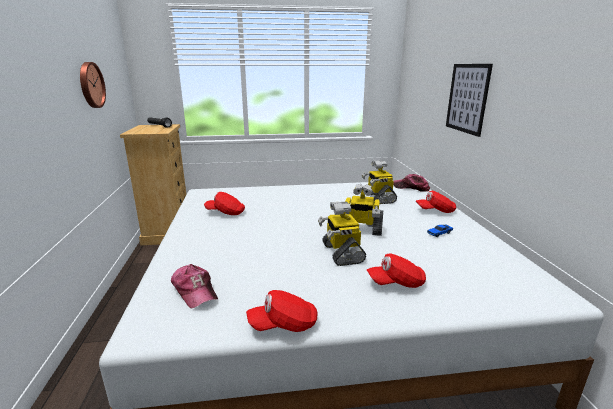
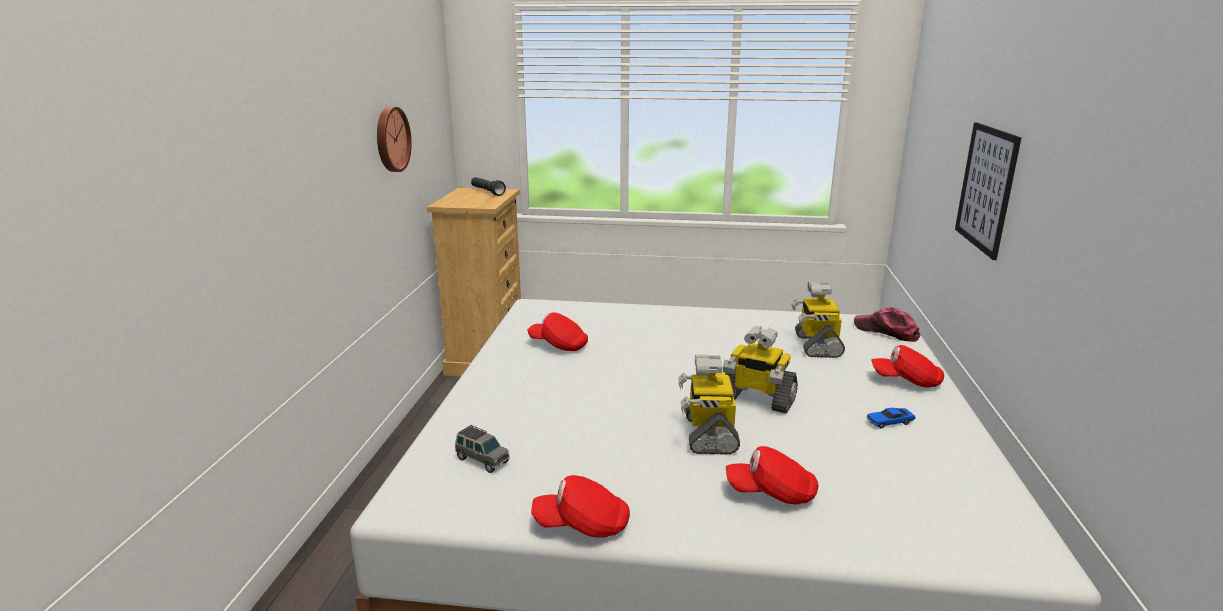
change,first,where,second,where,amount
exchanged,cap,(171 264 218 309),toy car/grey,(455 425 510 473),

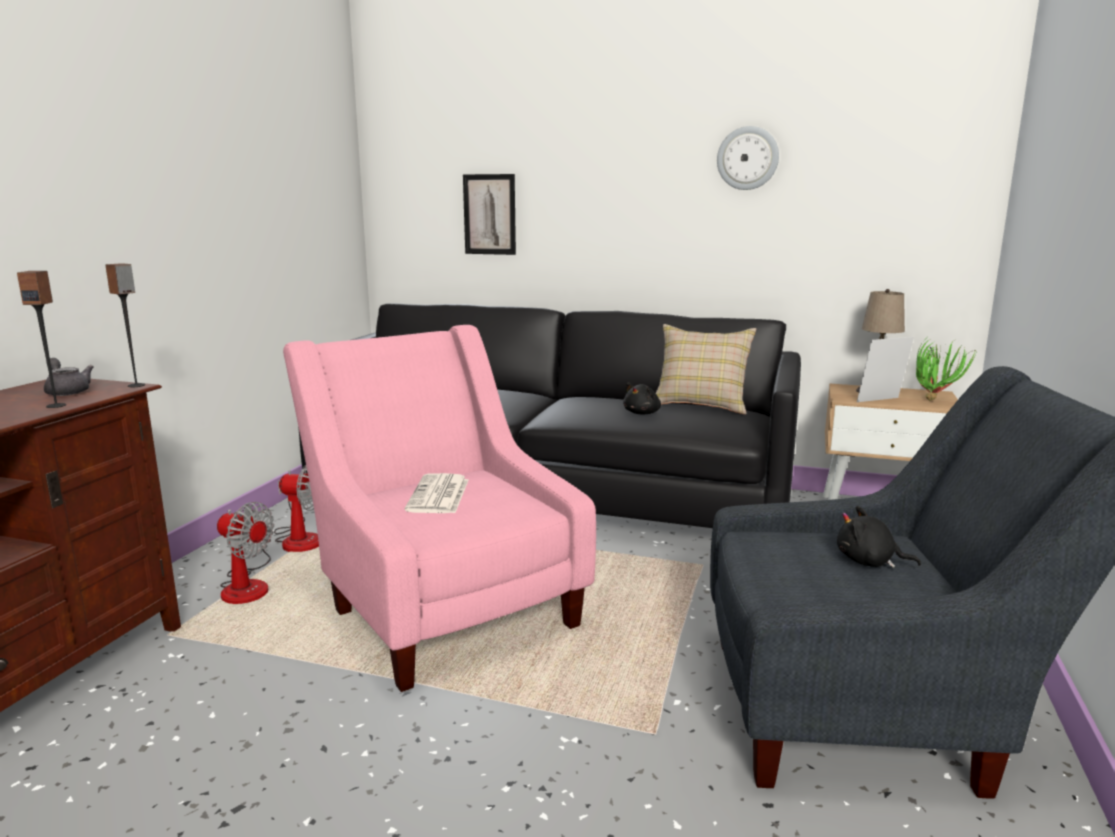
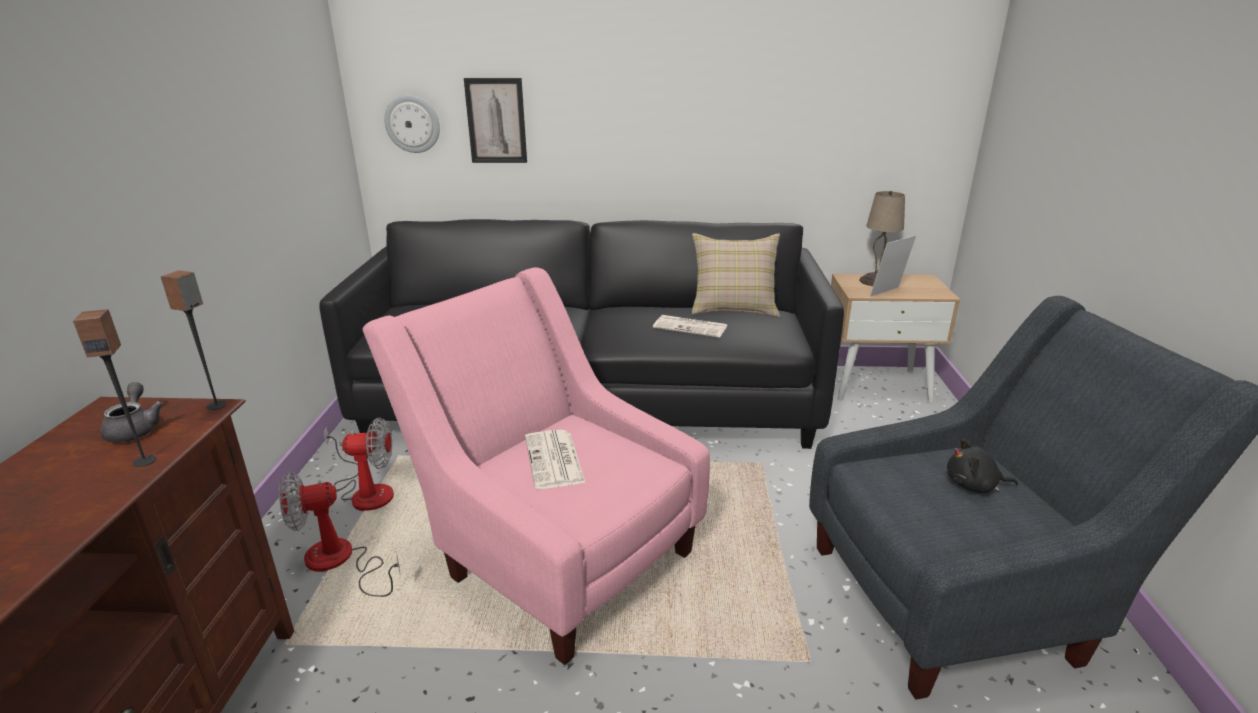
change,first,where,second,where,amount
spun,teapot/grey,(44 358 93 396),,(100 382 163 443),45 degrees clockwise
spun,fan,(217 502 274 604),,(279 472 400 597),150 degrees clockwise
relocated,wall clock,(717 126 779 190),,(384 95 440 153),
exchanged,plush toy/black,(623 382 661 415),newspaper,(653 315 727 338),
missing,potted plant,(916 339 976 401),,,

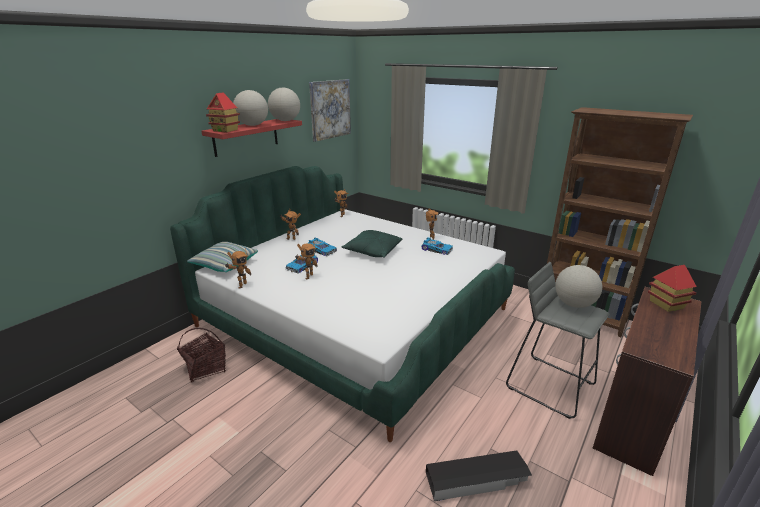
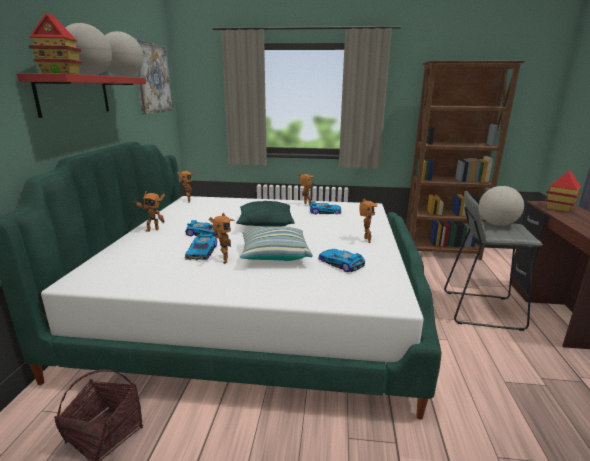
change,first,where,second,where,amount
relocated,pillow,(187 242 258 272),,(240 226 313 261),
appeared,,,toy car,(318 249 365 273),
relocated,toy robot,(225 248 251 289),,(359 199 377 243),
missing,storage box/black,(426 450 532 501),,,

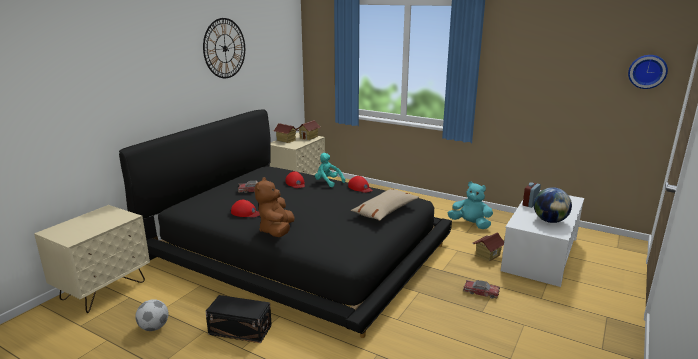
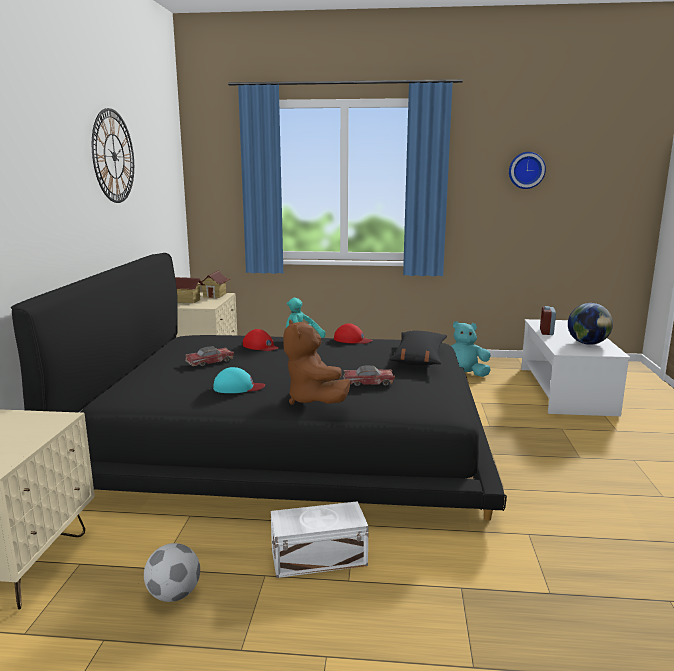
change,first,where,second,where,amount
colour,cap/red,(231 200 260 217),cap/turquoise,(213 367 265 393),
colour,storage box/black,(205 295 272 343),storage box/white,(271 501 369 578),
relocated,toy car,(463 280 500 299),,(343 366 395 386),
colour,pillow/beige,(351 189 419 221),pillow/black,(389 330 447 365),
relocated,wall clock,(628 55 668 89),,(509 152 546 189),
missing,toy house,(472 232 504 261),,,

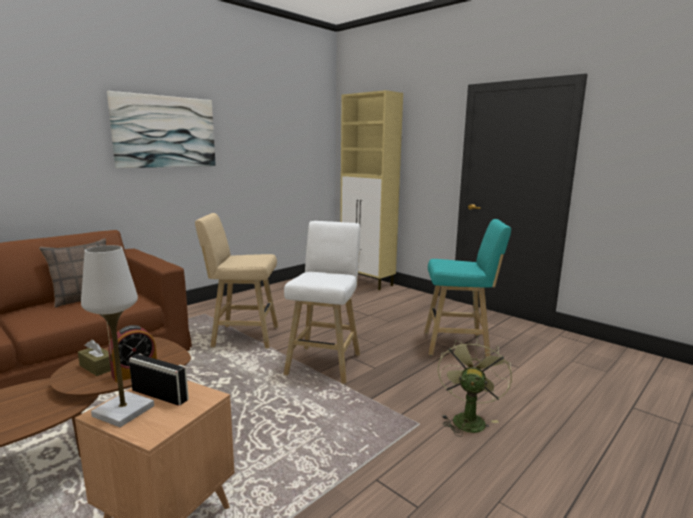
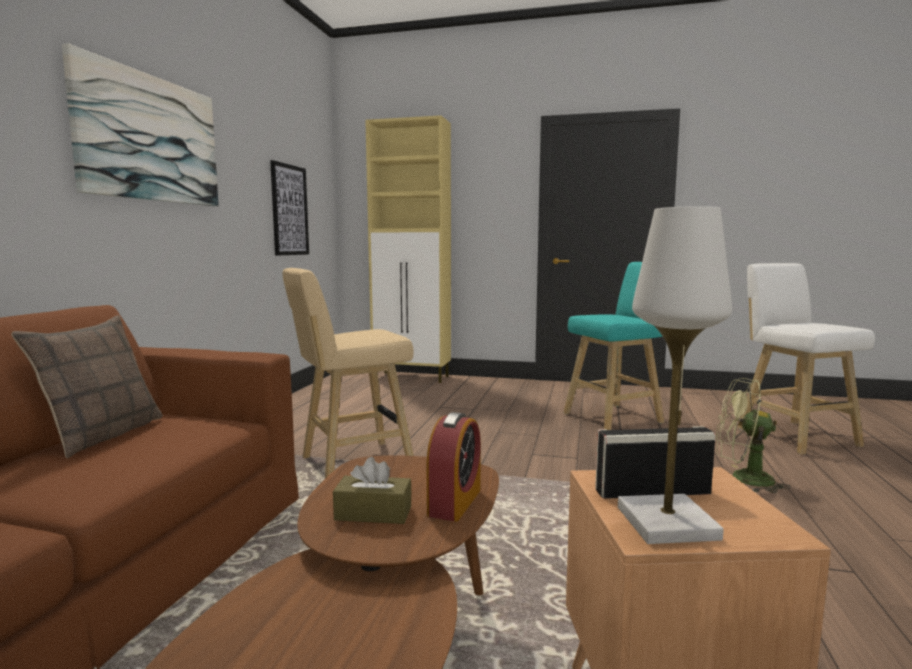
change,first,where,second,where,amount
appeared,,,picture,(270 160 309 256),
spun,fan/green,(438 338 512 437),,(716 378 791 493),60 degrees counterclockwise
relocated,stool/white,(283 221 360 384),,(737 263 875 455),

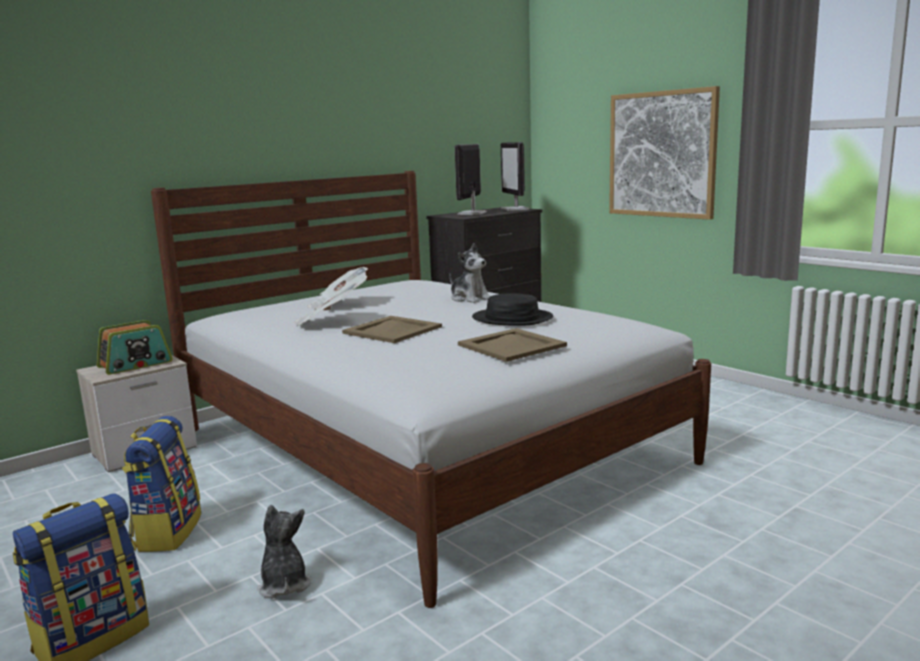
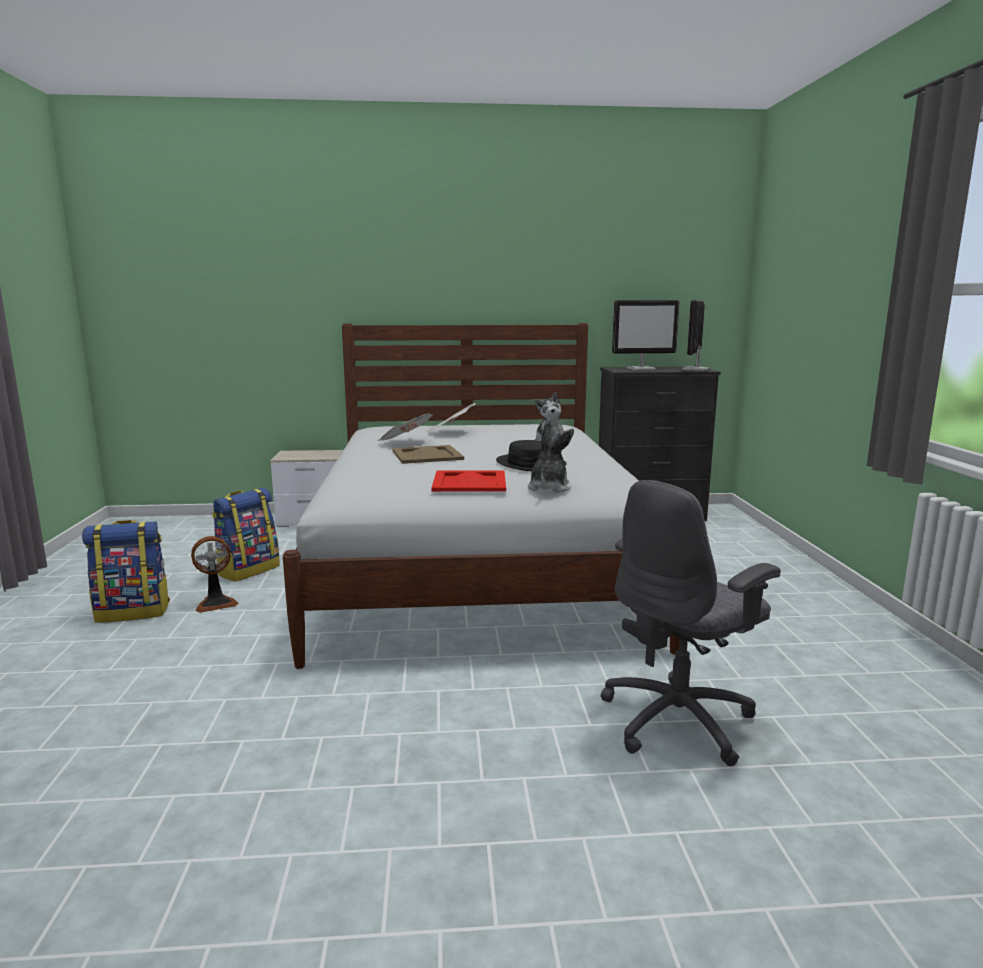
change,first,where,second,where,amount
appeared,,,fan,(191 536 238 613),
colour,tray/beige,(458 328 567 362),tray/red,(431 470 506 492),
relocated,plush toy,(257 505 311 599),,(528 419 574 493),
appeared,,,office chair/grey,(601 480 781 766),
spun,monitor,(455 144 487 215),,(612 300 680 370),150 degrees counterclockwise
missing,radio,(97 320 173 375),,,
missing,picture,(609 86 720 220),,,

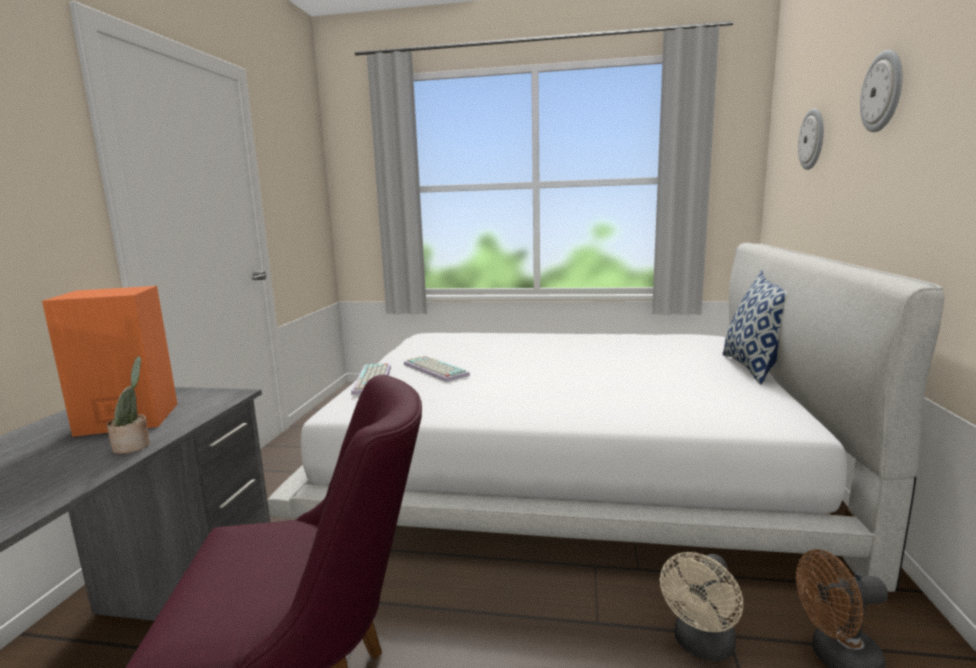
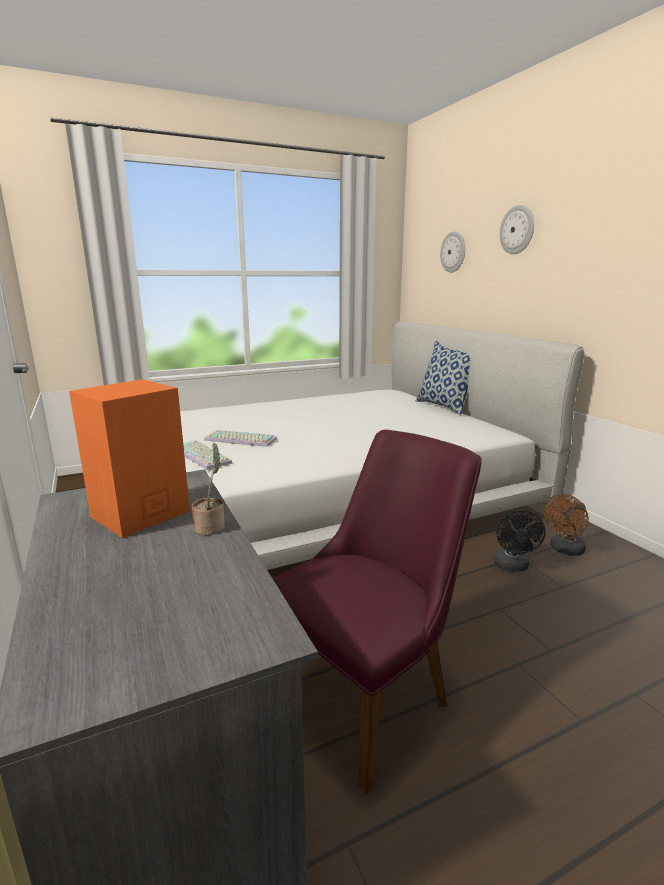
change,first,where,second,where,amount
colour,fan/beige,(660 552 743 661),fan/black,(493 510 546 572),

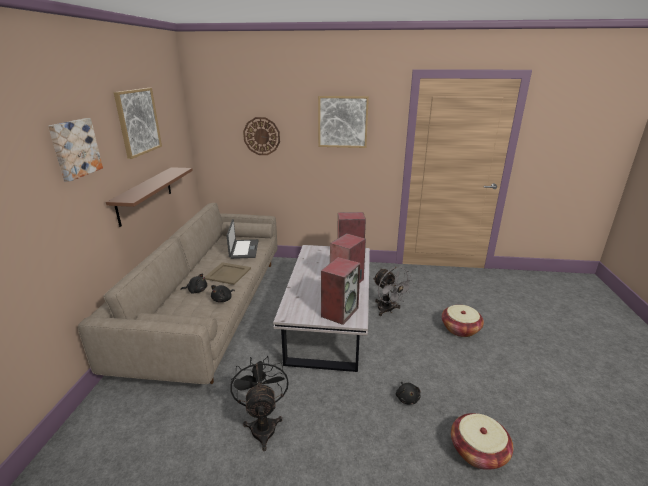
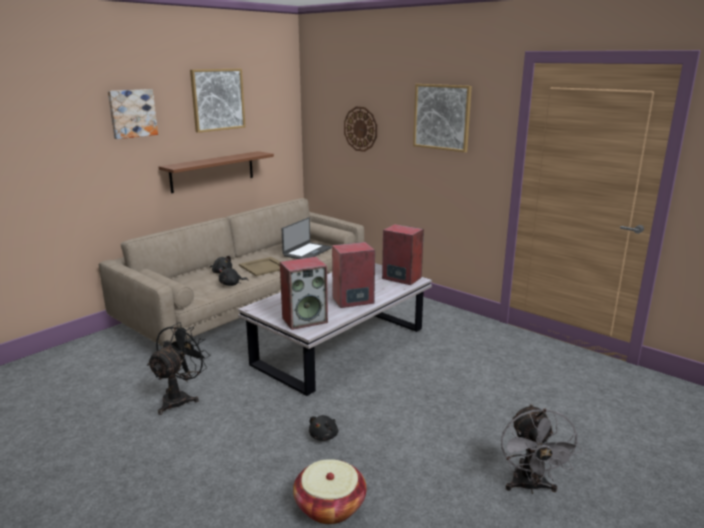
change,first,where,second,where,amount
relocated,fan/grey,(373 267 414 316),,(501 404 582 494),
missing,basket,(442 305 484 337),,,

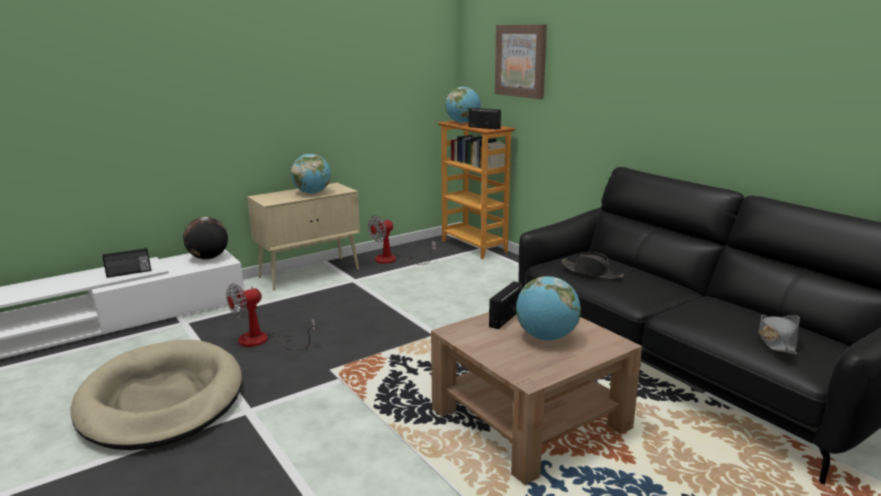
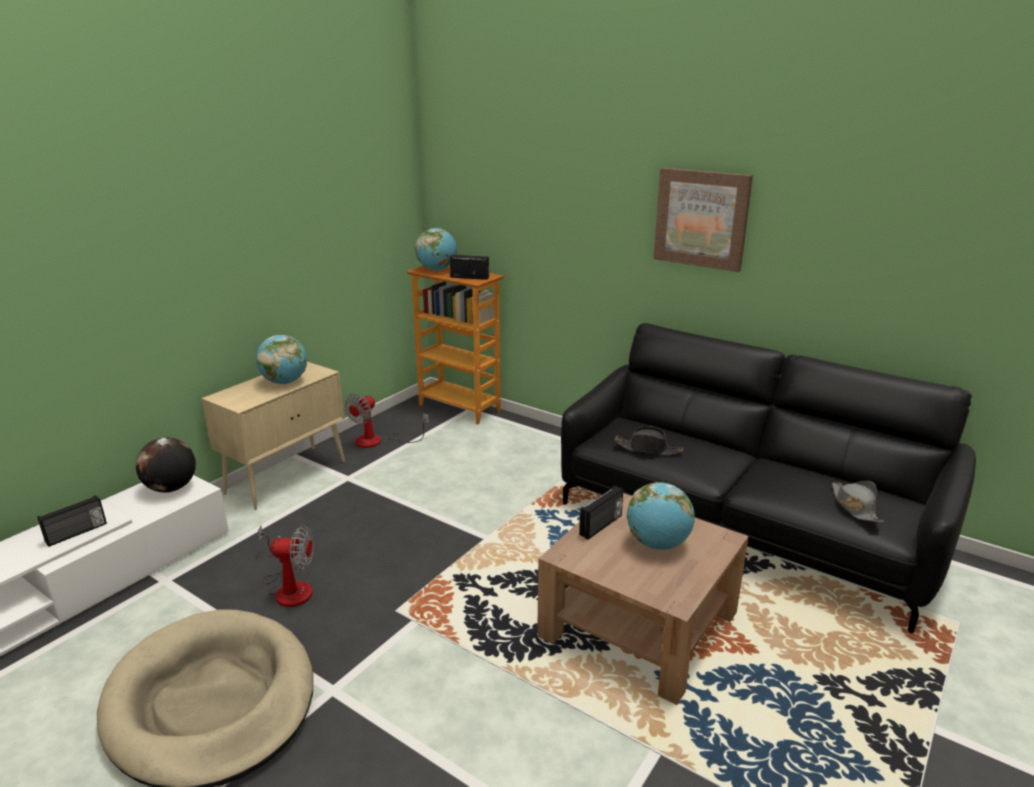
change,first,where,second,where,amount
spun,fan,(226 283 316 350),,(258 525 314 607),120 degrees counterclockwise
spun,radio,(489 281 523 329),,(579 486 623 540),150 degrees counterclockwise
relocated,picture,(495 24 547 99),,(653 168 753 272),

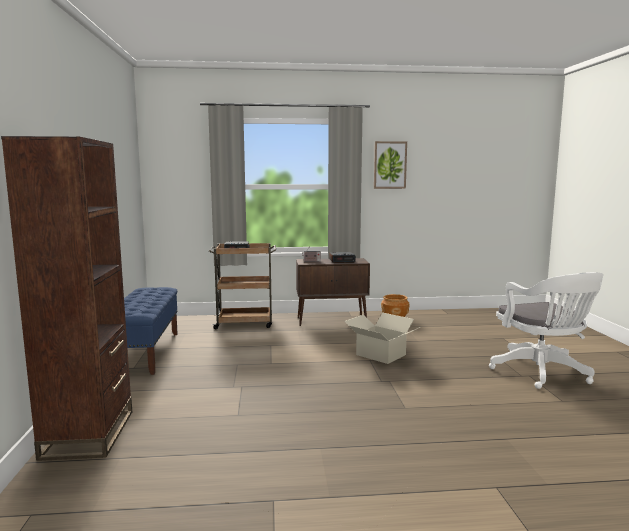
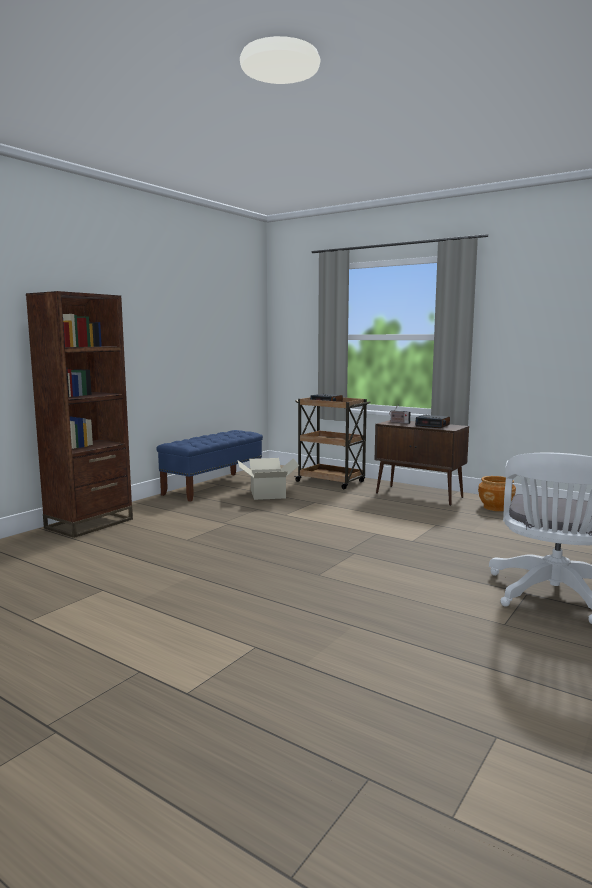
change,first,where,second,where,amount
relocated,cardboard box,(344 313 420 364),,(237 458 299 500),
missing,picture,(374 141 407 189),,,

